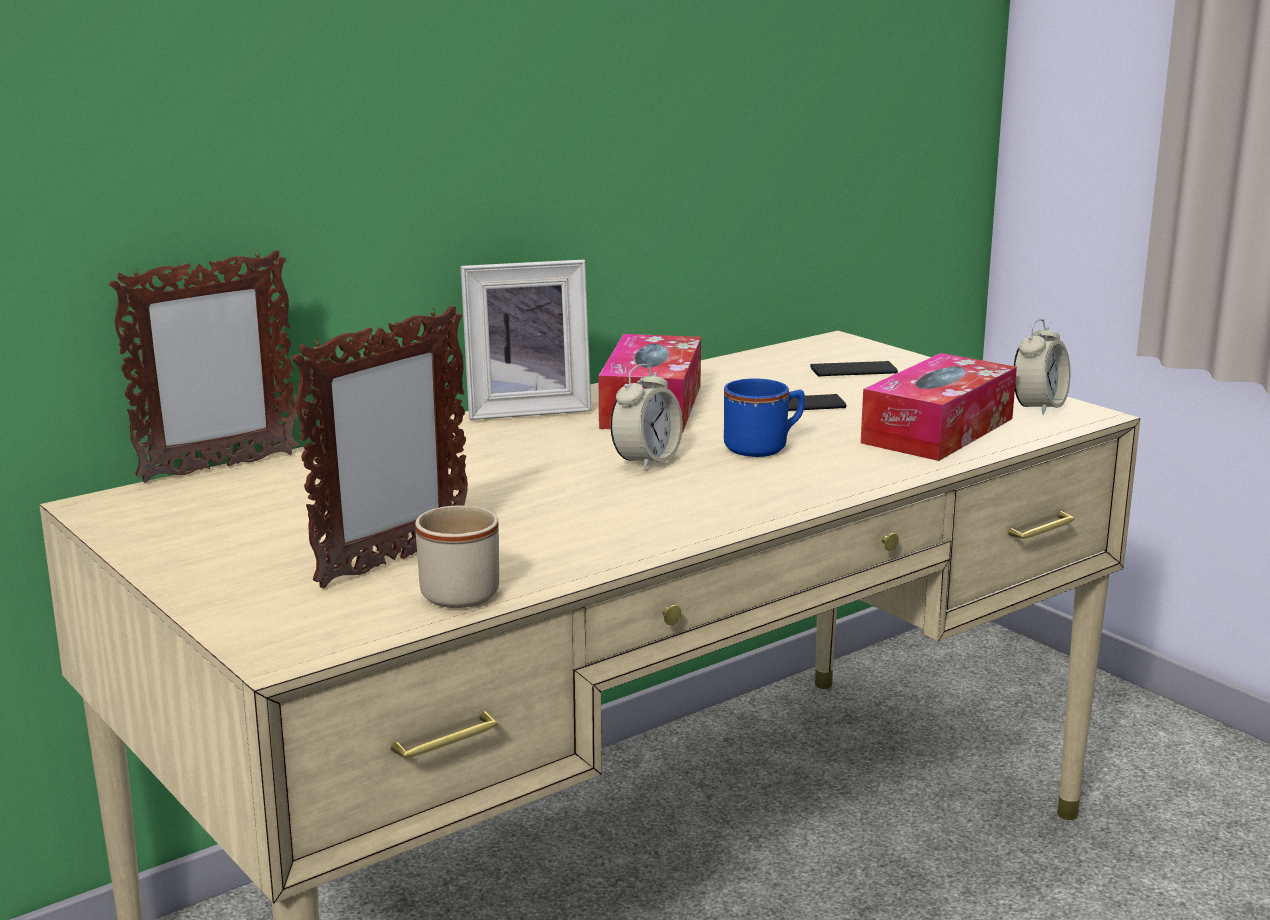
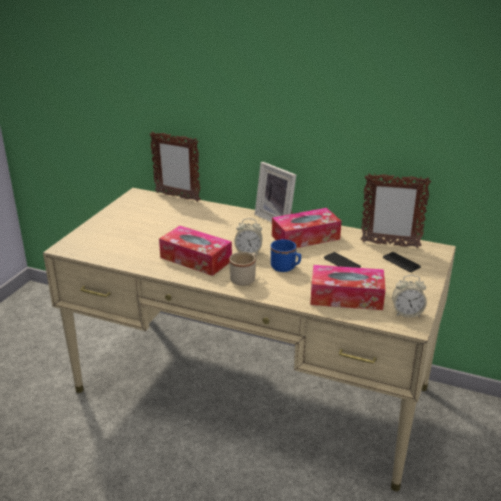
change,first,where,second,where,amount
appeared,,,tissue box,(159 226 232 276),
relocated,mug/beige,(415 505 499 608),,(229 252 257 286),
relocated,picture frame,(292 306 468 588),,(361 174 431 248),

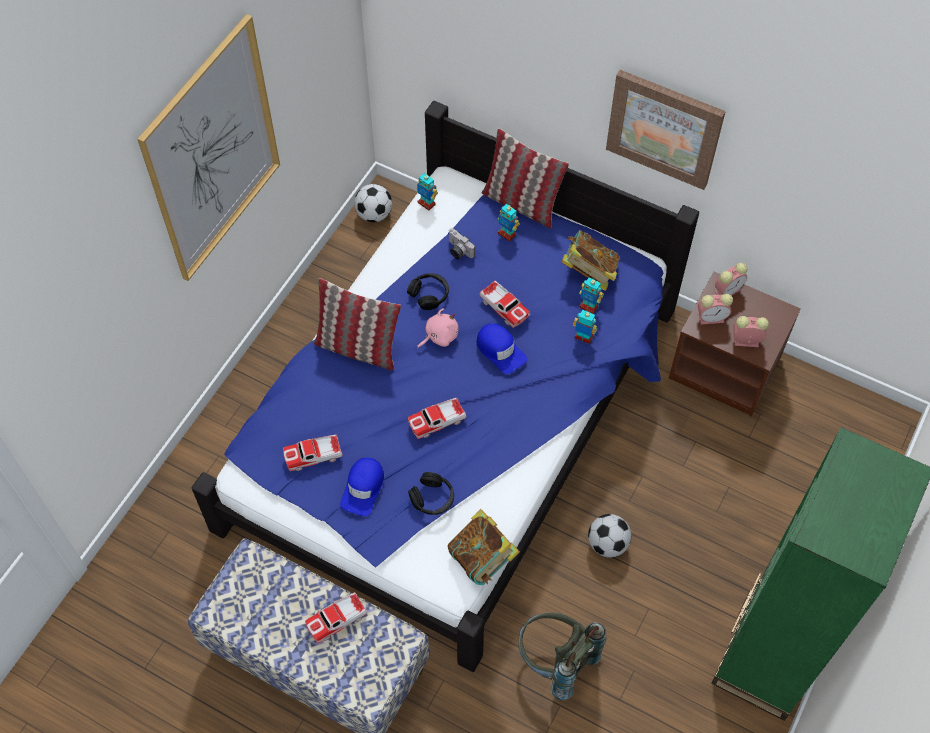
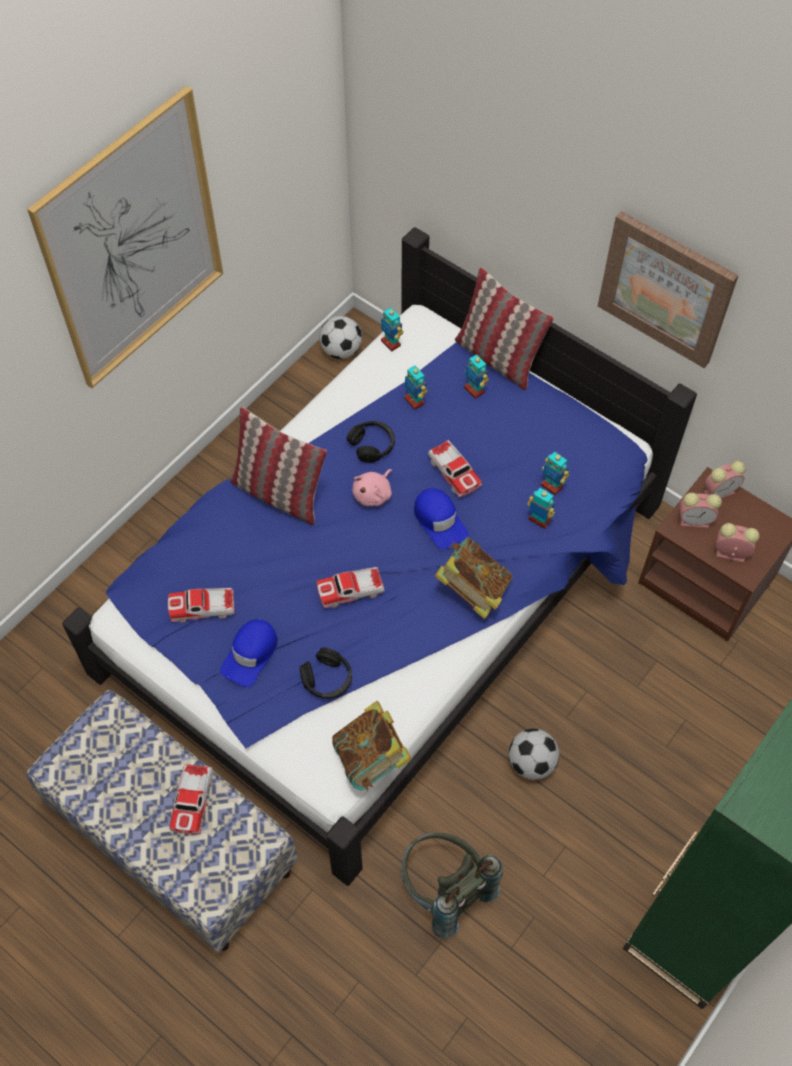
change,first,where,second,where,amount
spun,toy car,(305 592 368 643),,(169 764 213 834),60 degrees counterclockwise
spun,plush toy/pink,(417 308 459 348),,(352 469 392 506),150 degrees clockwise
exchanged,photo camera,(448 228 475 259),toy robot,(404 365 428 410),
relocated,book,(562 230 620 291),,(435 537 513 619),

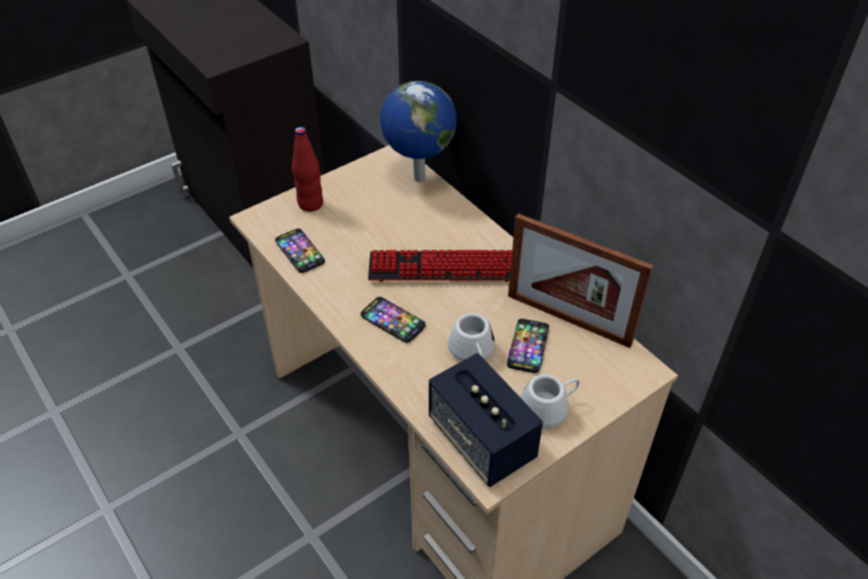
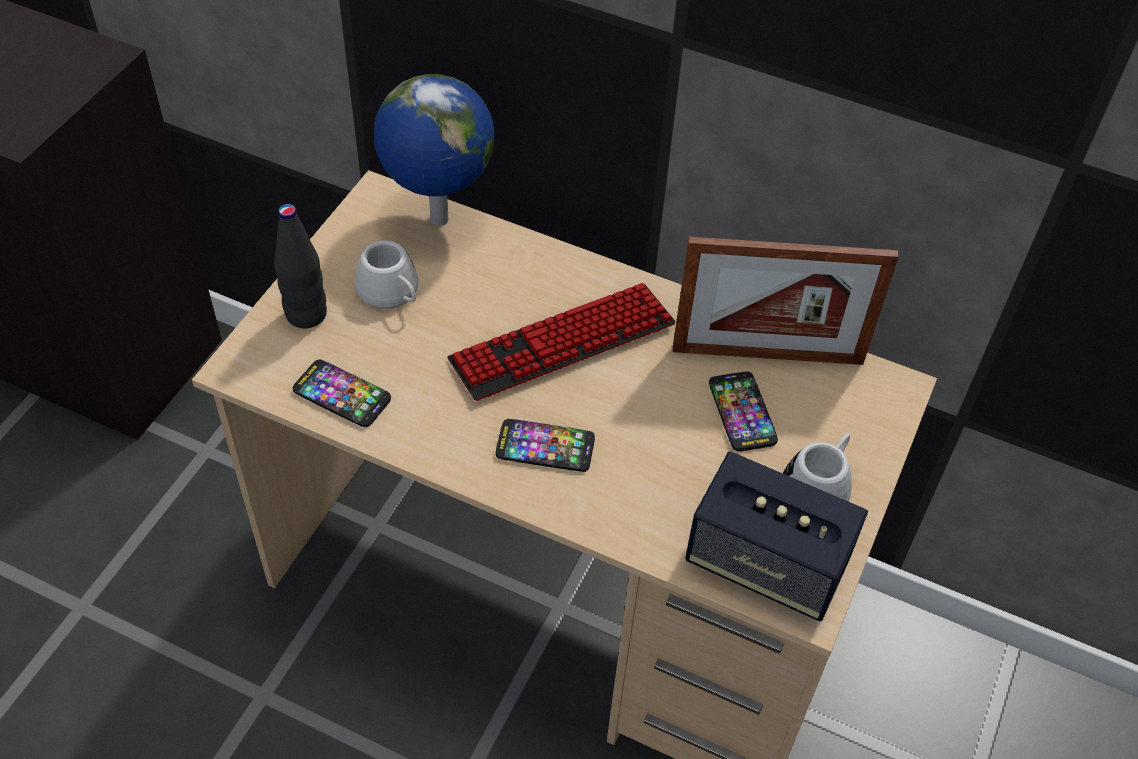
change,first,where,second,where,amount
colour,bottle/red,(292 127 323 212),bottle/black,(274 204 327 328),
relocated,mug/white,(448 313 495 361),,(355 240 418 309),

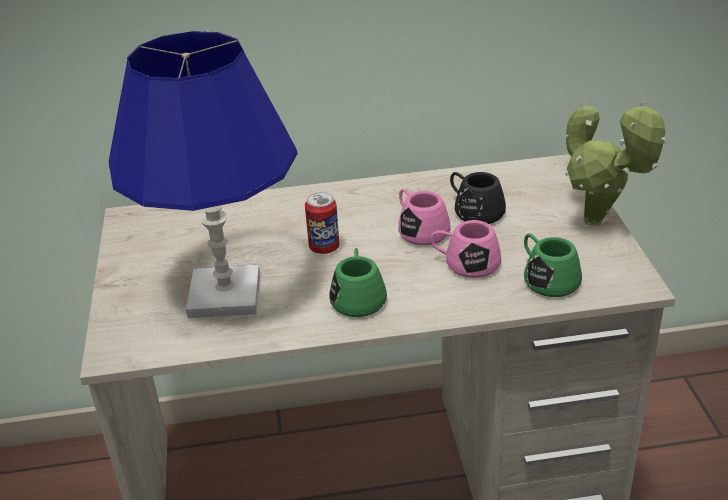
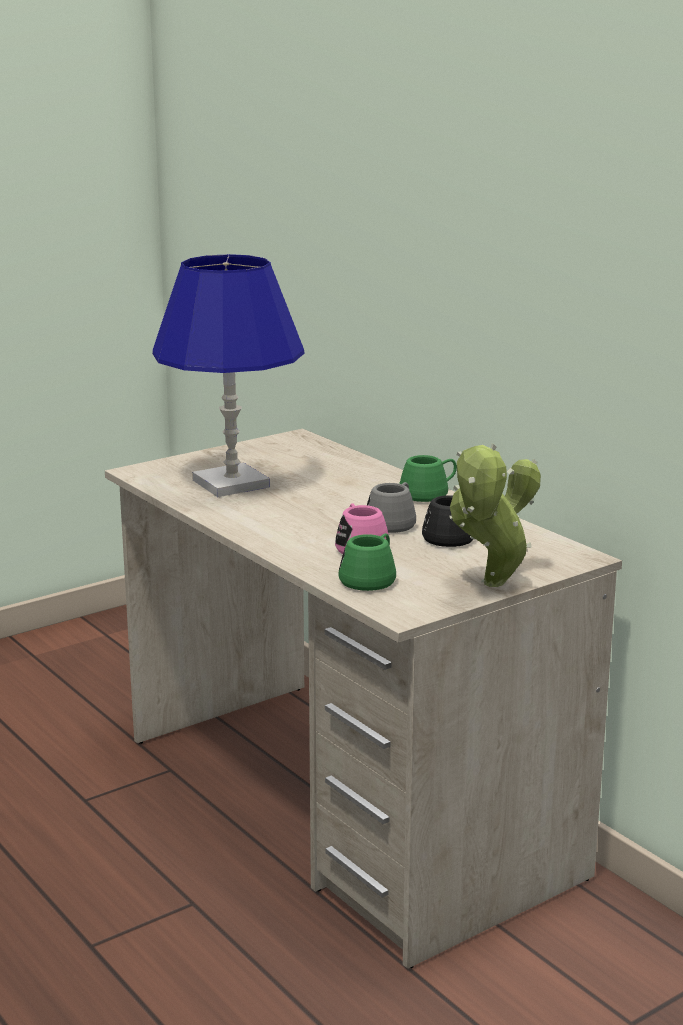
change,first,where,second,where,amount
colour,mug/pink,(398 189 450 245),mug/grey,(367 482 416 533),
relocated,mug/green,(329 248 387 317),,(399 455 457 502),
missing,can,(305 192 339 254),,,

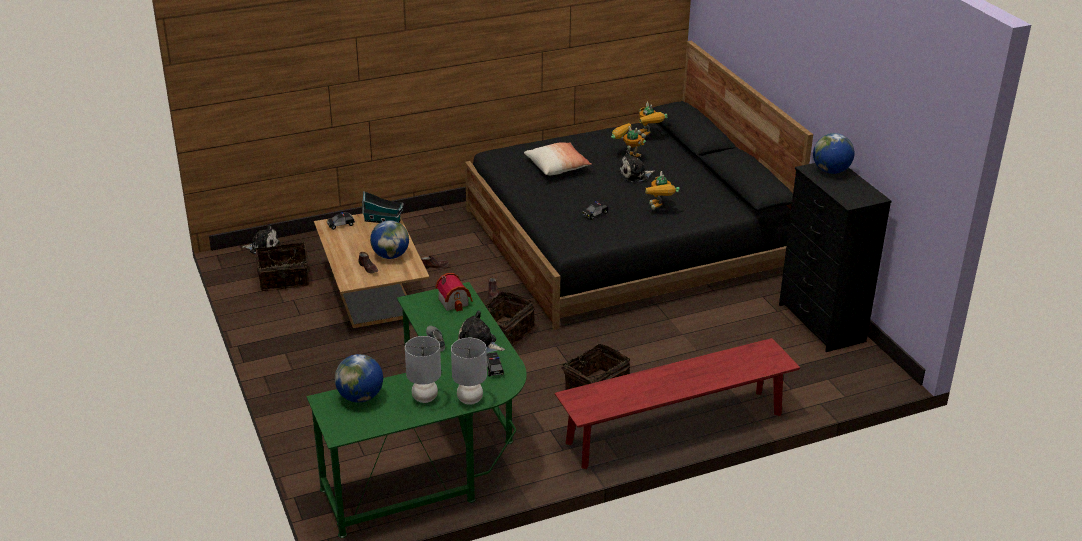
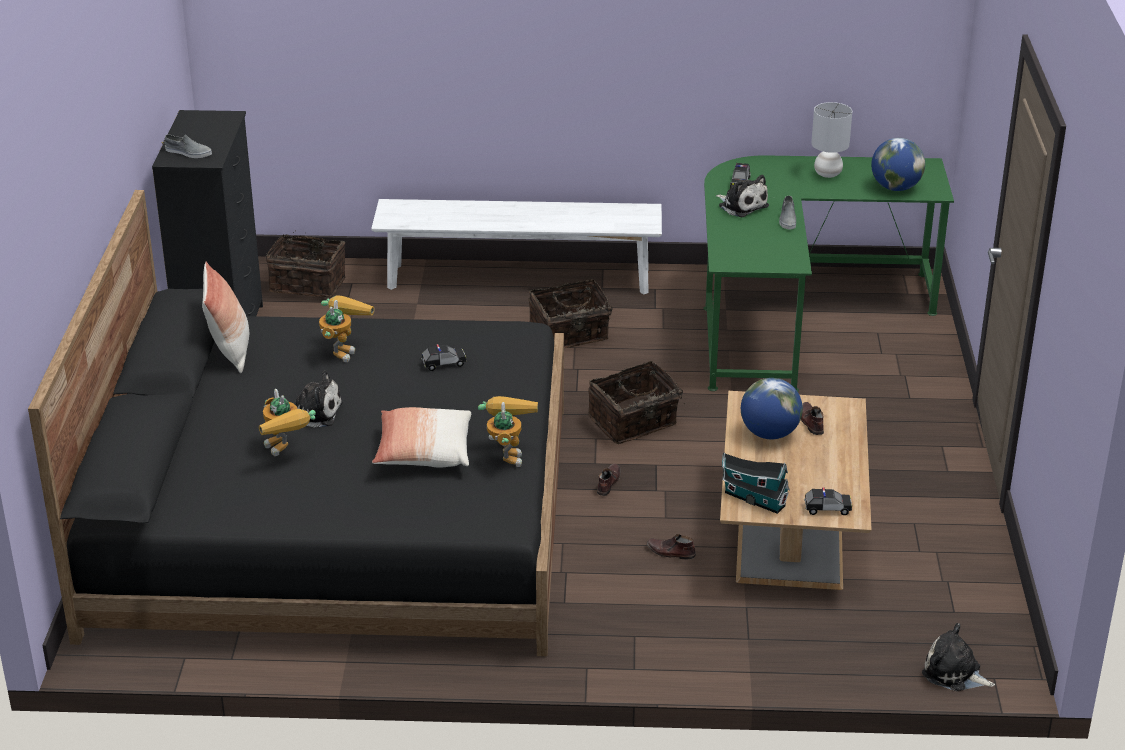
change,first,where,second,where,amount
exchanged,globe,(813 133 855 174),shoe/grey,(164 134 212 158),
appeared,,,pillow,(202 261 249 373),
relocated,basket,(256 242 309 291),,(266 231 346 297),
colour,bench/red,(555 338 800 469),bench/white,(371 199 662 294),
relocated,toy robot,(637 102 668 138),,(478 396 538 467),
missing,toy house,(435 273 473 312),,,
missing,table lamp/grey,(451 338 487 405),,,

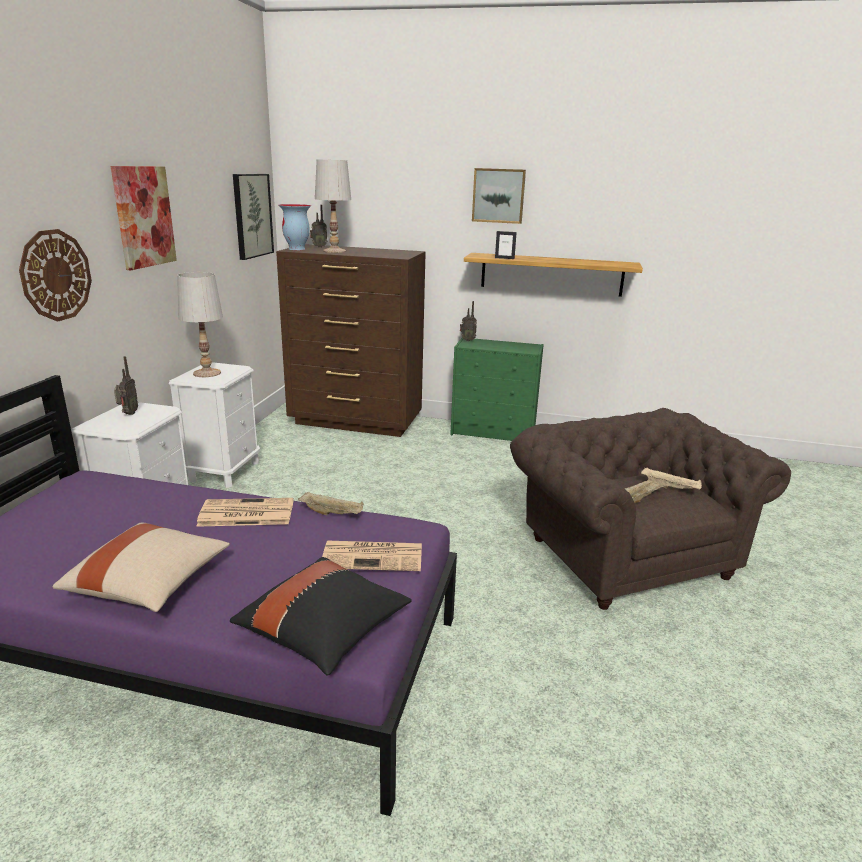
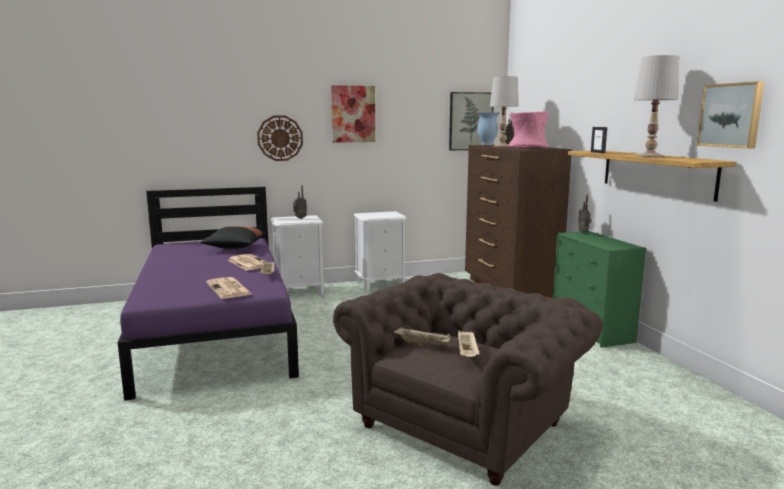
change,first,where,second,where,amount
relocated,pillow/black,(230 557 412 676),,(200 226 265 249),
appeared,,,vase/pink,(509 112 549 147),
relocated,table lamp/white,(177 272 223 377),,(634 55 679 157),
relocated,picture,(472 168 526 224),,(697 81 765 149),
missing,pillow/beige,(52 523 230 612),,,

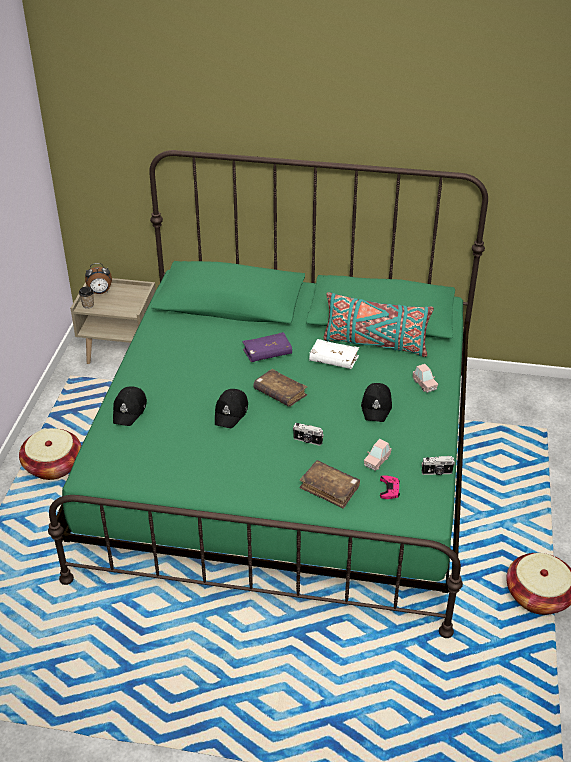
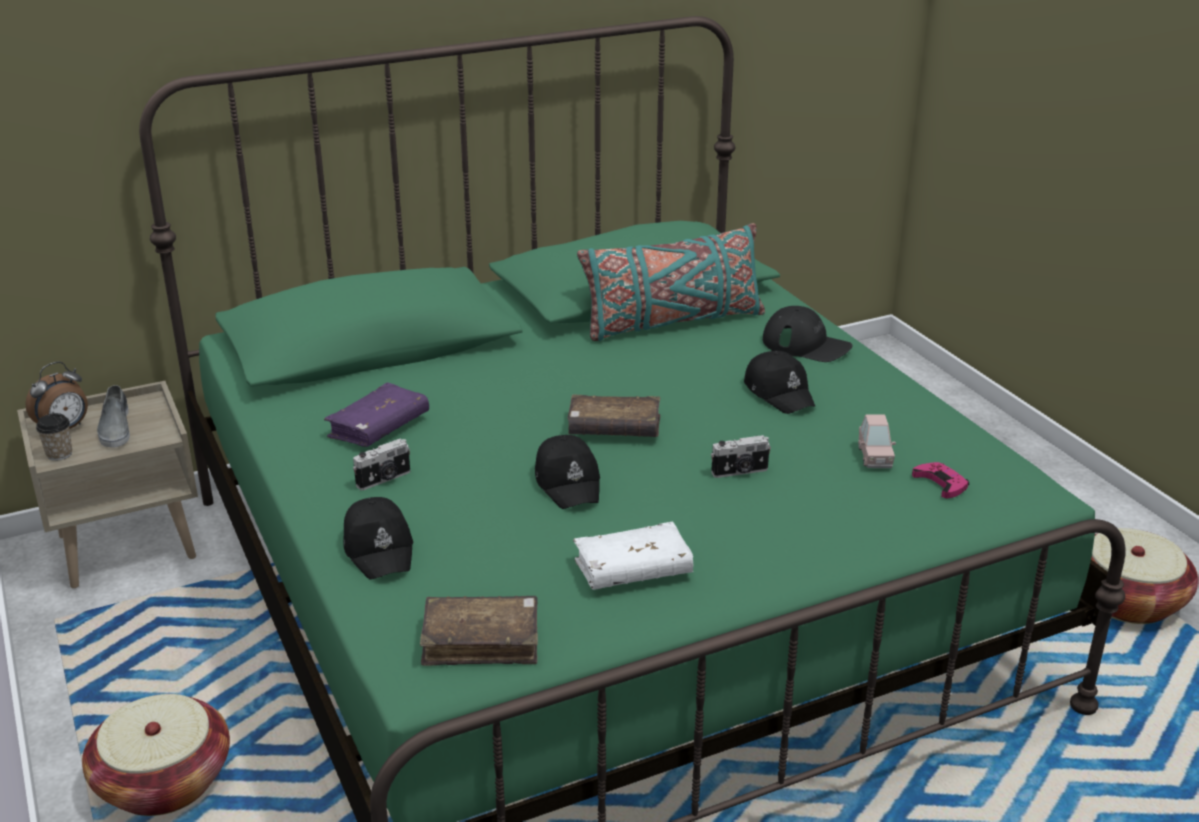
change,first,where,second,where,amount
appeared,,,shoe/grey,(97 385 130 448),
relocated,book/purple,(242 332 292 362),,(324 383 429 447),
relocated,photo camera,(422 456 455 475),,(353 439 410 490),
relocated,book/brown,(300 460 360 509),,(420 596 538 666),
relocated,book/white,(309 339 359 369),,(573 522 693 590),
exchanged,toy car/pink,(413 364 438 393),cap/black,(763 306 852 362),

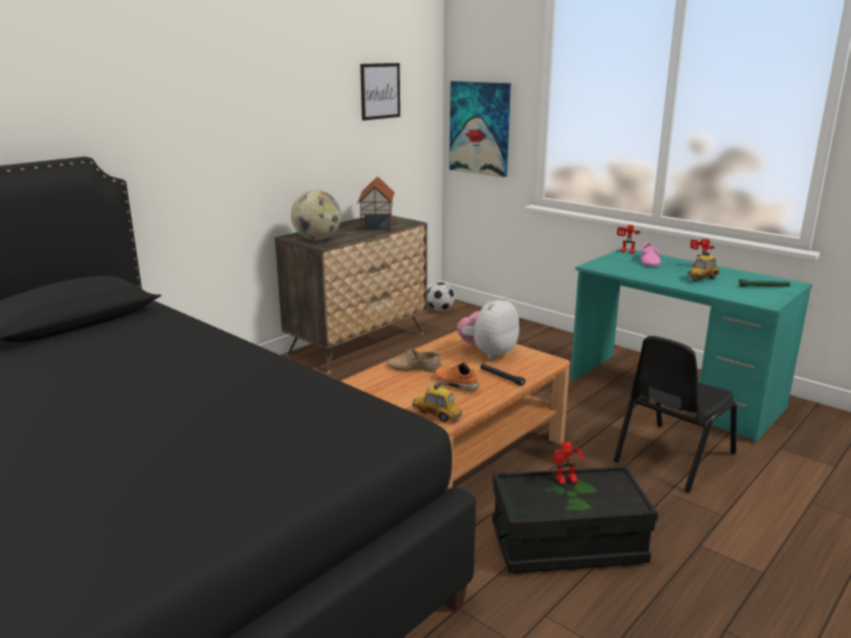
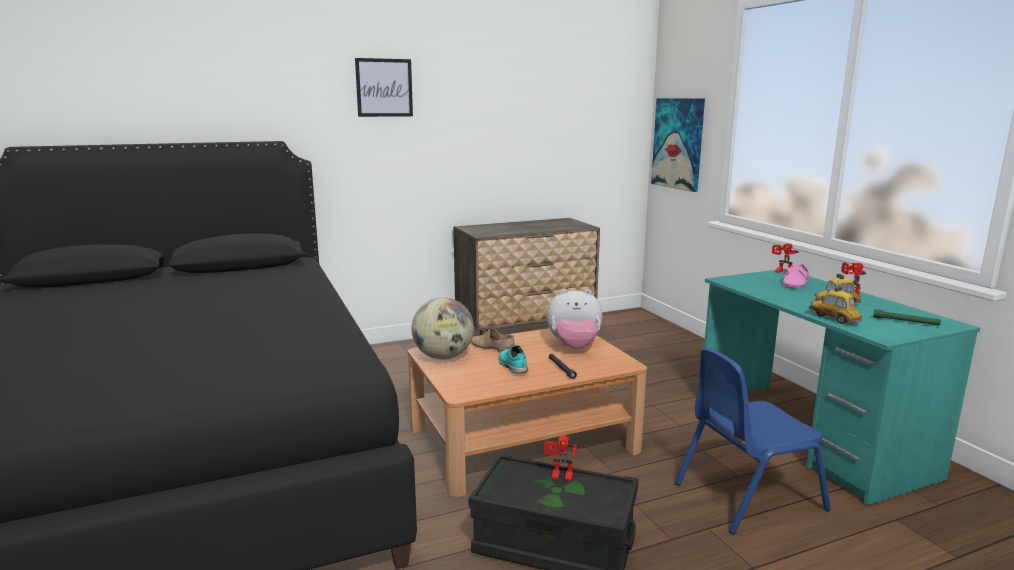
change,first,where,second,where,amount
relocated,picture,(360 63 400 121),,(355 58 413 117),
relocated,globe,(291 190 341 240),,(412 297 474 360),
colour,shoe/orange,(434 362 479 391),shoe/turquoise,(498 345 528 374),
spun,plush toy,(457 296 519 359),,(547 289 602 349),150 degrees counterclockwise
colour,chair/black,(613 336 737 493),chair/blue,(675 348 831 534),
relocated,toy car,(412 382 462 422),,(809 286 862 324),
missing,toy house,(357 176 395 231),,,
missing,football,(427 282 455 311),,,

